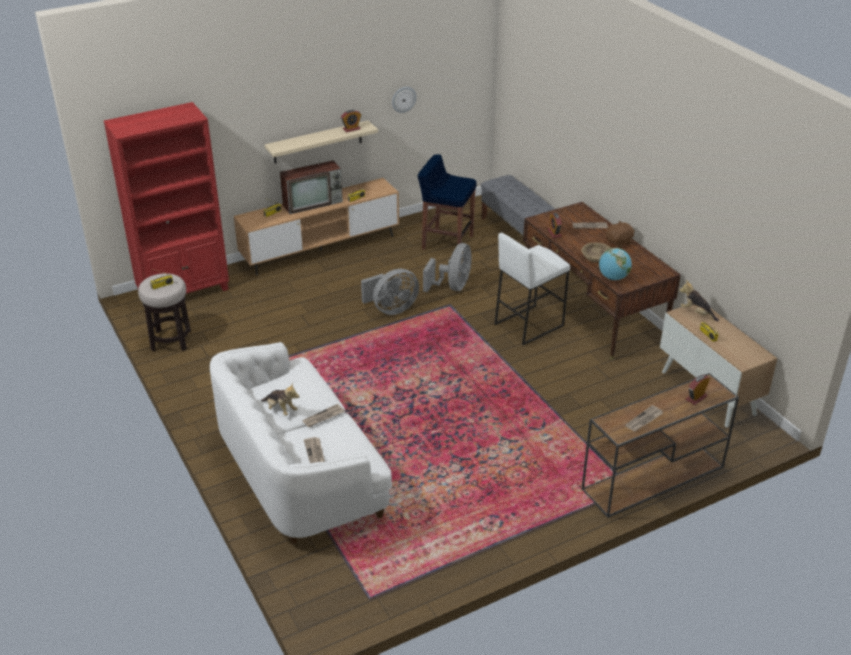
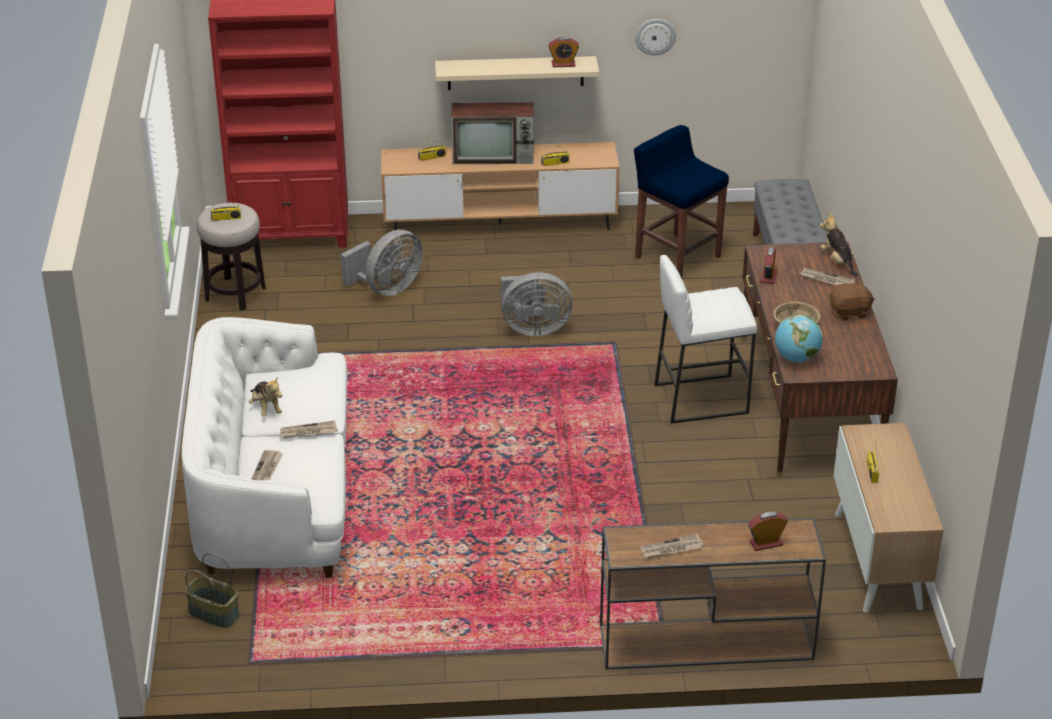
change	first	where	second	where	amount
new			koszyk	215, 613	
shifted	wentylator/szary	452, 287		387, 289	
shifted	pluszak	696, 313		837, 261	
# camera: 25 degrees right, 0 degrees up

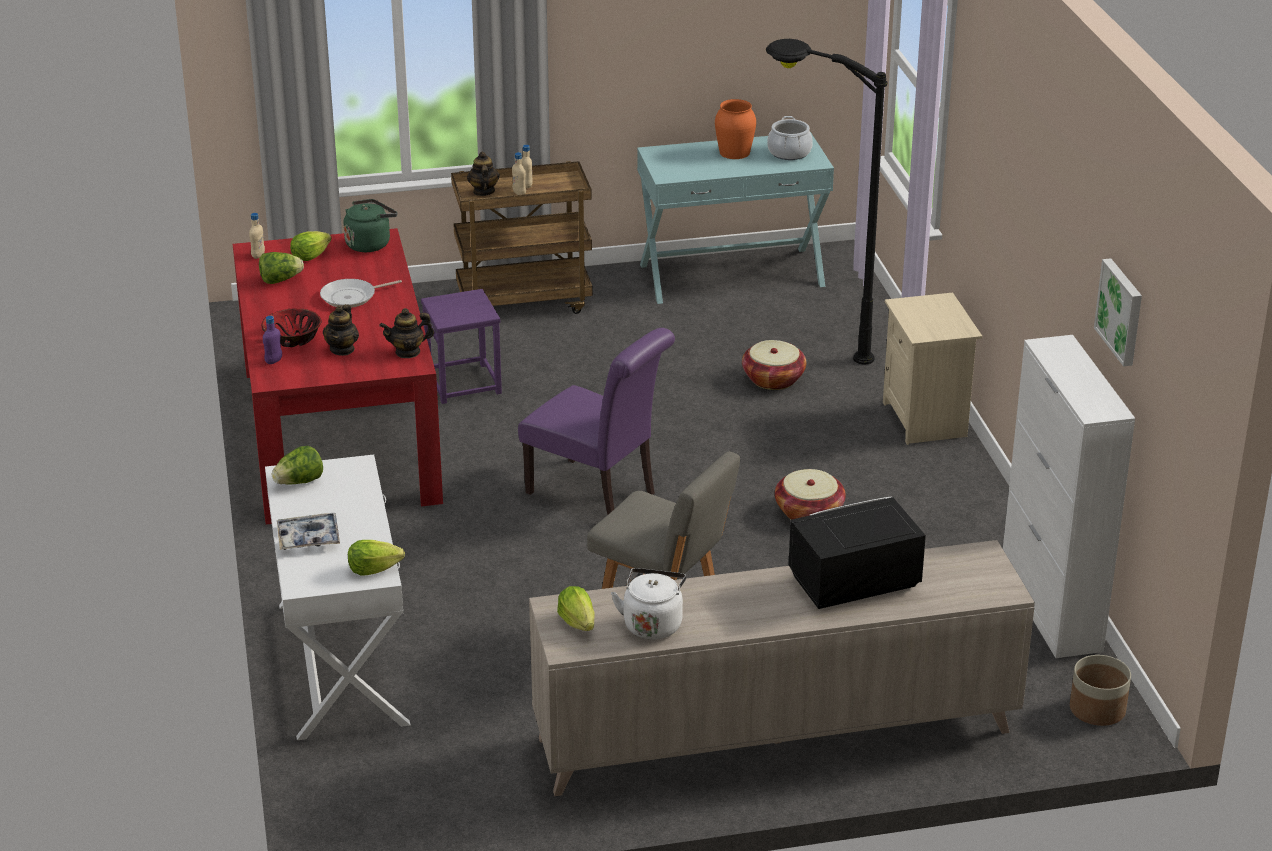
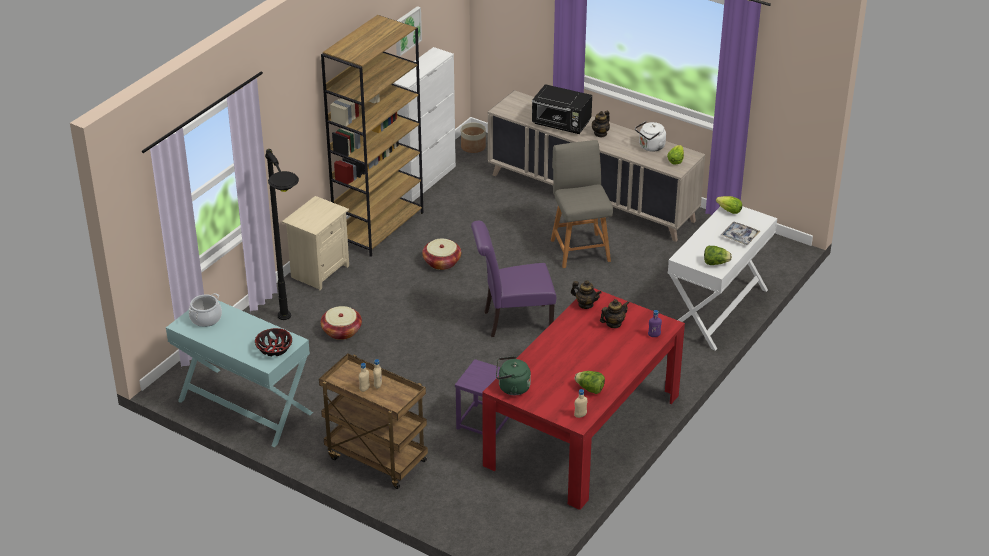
change	first	where	second	where	amount
shifted	miska	292, 338		274, 349	
new			regał/brązowy	379, 226	
rotated	krzesło/fioletowy	598, 495		513, 321	90 degrees counterclockwise
shifted	imbryk	483, 191		600, 133	
gone	sałata	310, 256			
gone	patelnia	351, 297			
gone	wazon/pomarańczowy	735, 152			
# camera: 135 degrees left, 5 degrees up

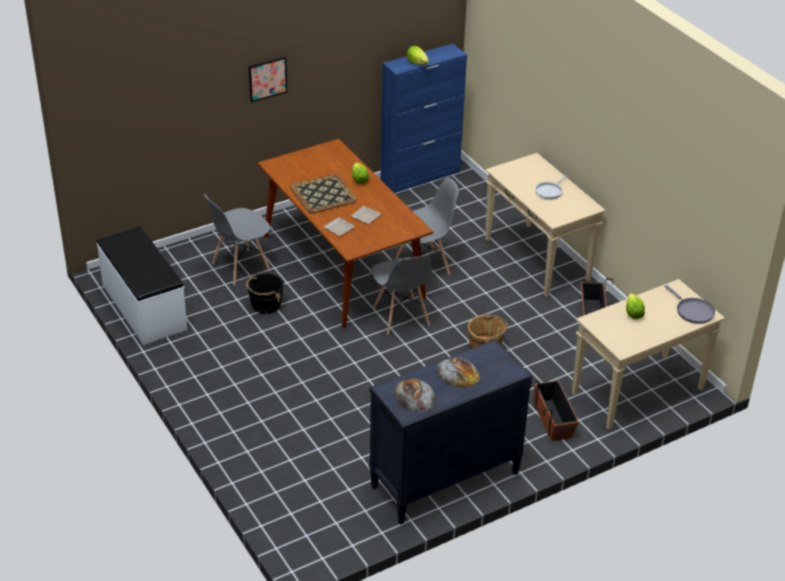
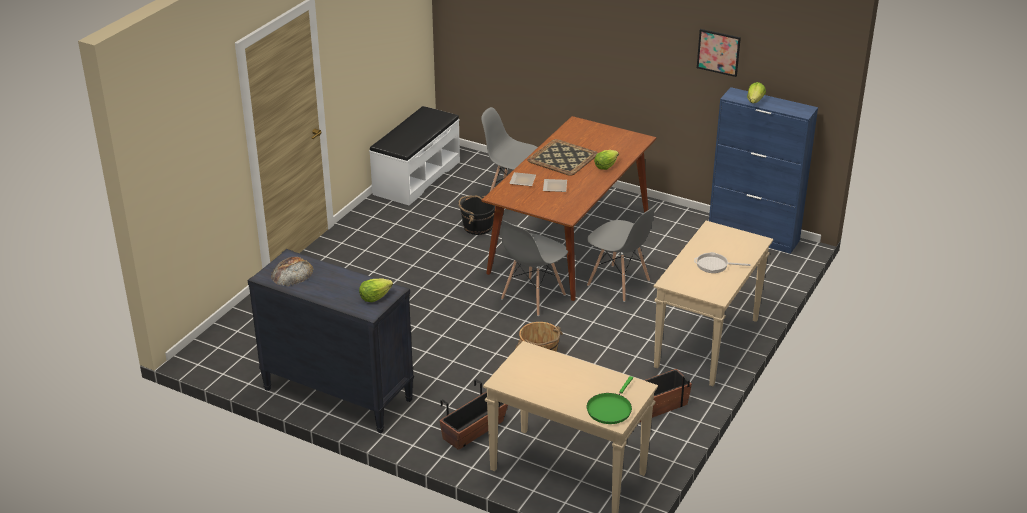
change	first	where	second	where	amount
shifted	sałata	633, 313		374, 297	
repainted	patelnia/szary	692, 311	patelnia/zielony	610, 409	
shifted	obraz	267, 79		718, 52	
gone	chleb	457, 373			
# camera: 60 degrees right, 5 degrees down

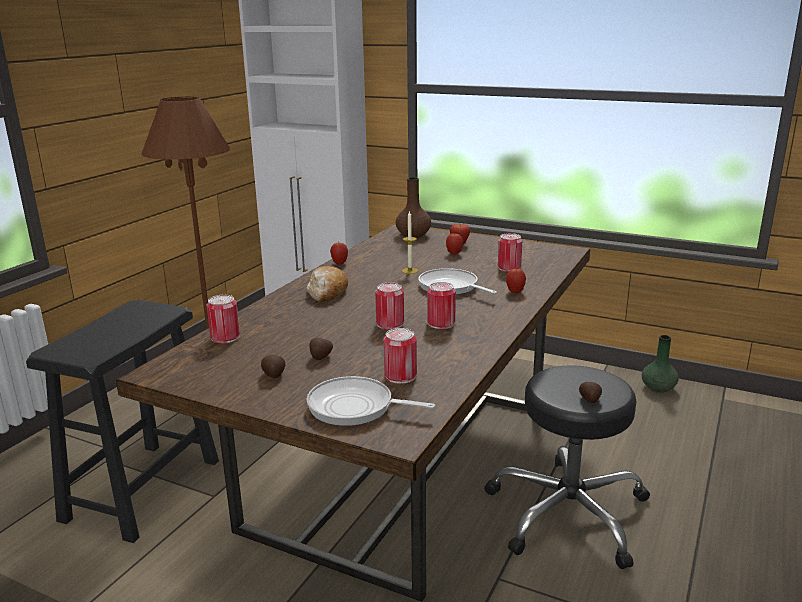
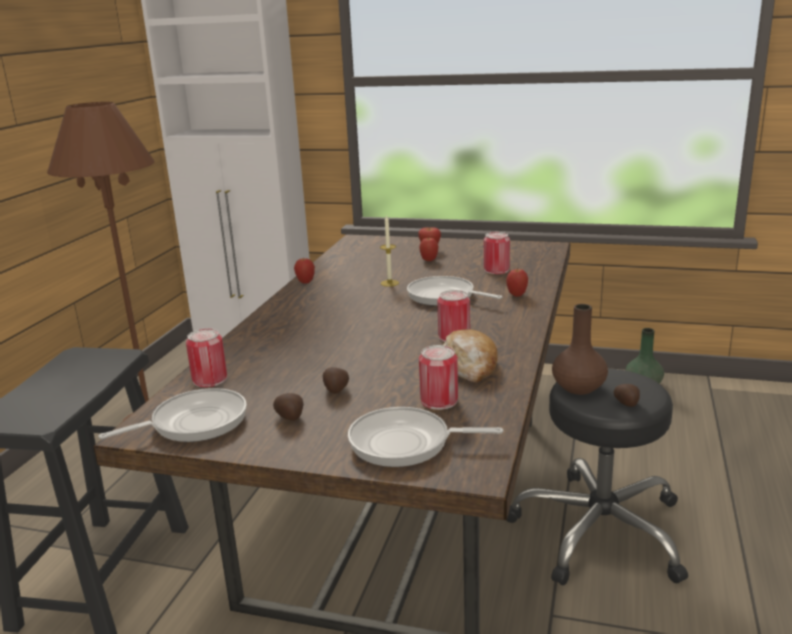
change	first	where	second	where	amount
new			patelnia	194, 423	
shifted	chleb	327, 292		470, 365	
shifted	wazon/brązowy	413, 235		578, 387	
gone	puszka	390, 324			
# camera: 10 degrees left, 0 degrees up

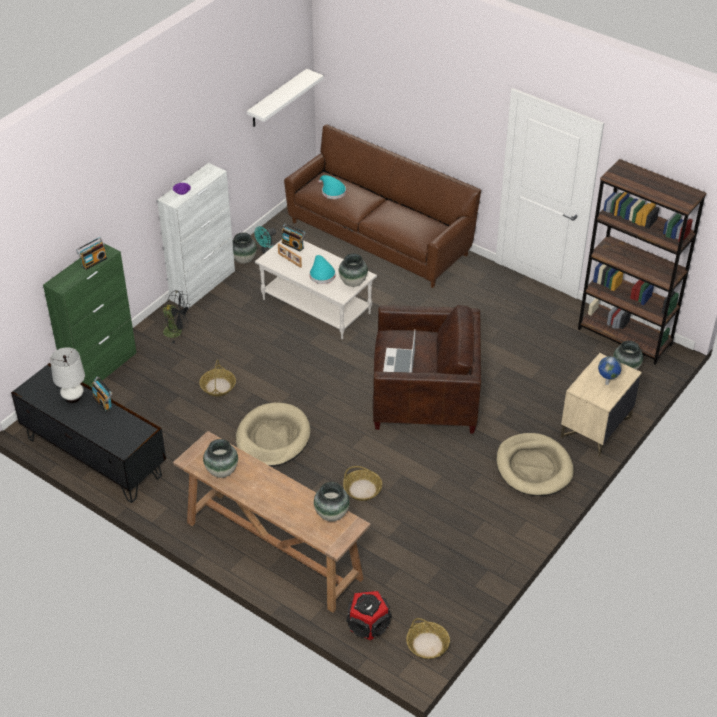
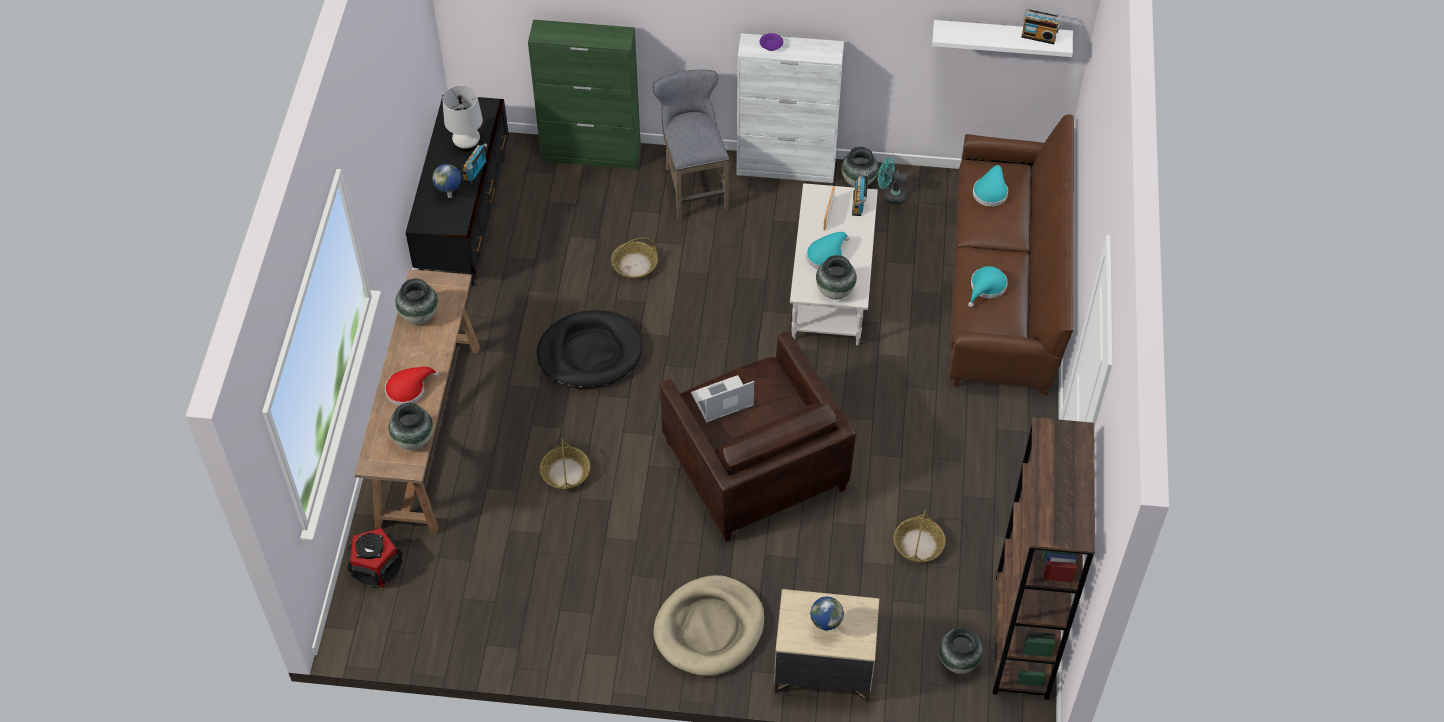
change	first	where	second	where	amount
new			kapelusz/czerwony	408, 389	
new			globus	450, 196	
repainted	legowisko/beżowy	273, 438	legowisko/czarny	590, 353	
swapped	wentylator/czarny	177, 332	stołek/szary	693, 185	
shifted	koszyk	427, 644		918, 544	
new			kapelusz/turkusowy	986, 288	
shifted	radio	93, 261		1038, 36	
# camera: 60 degrees right, 10 degrees up

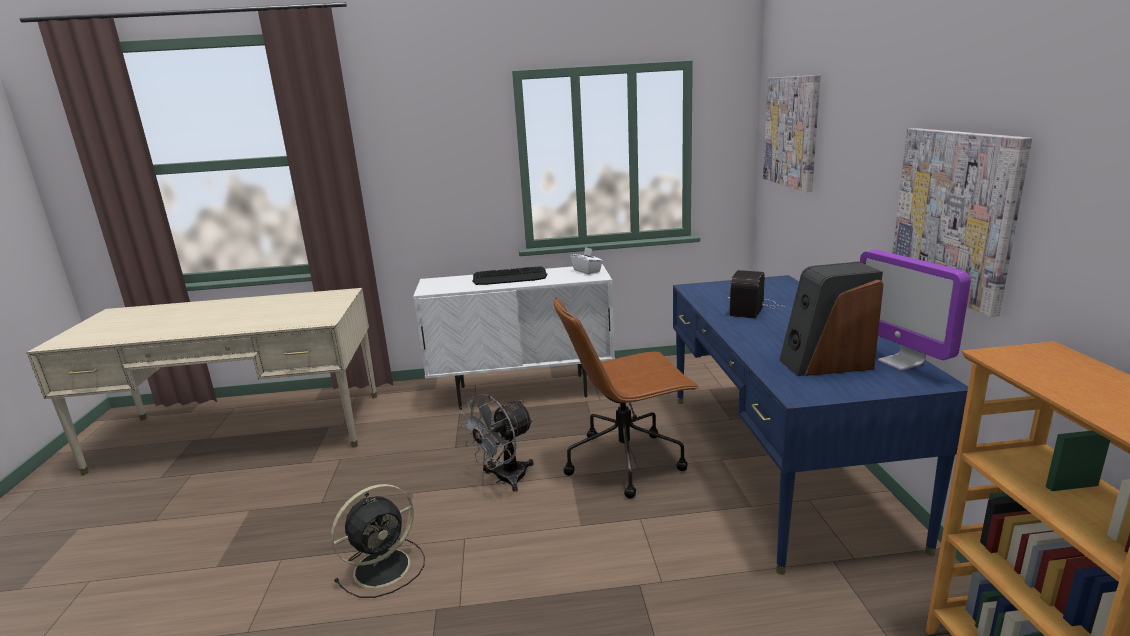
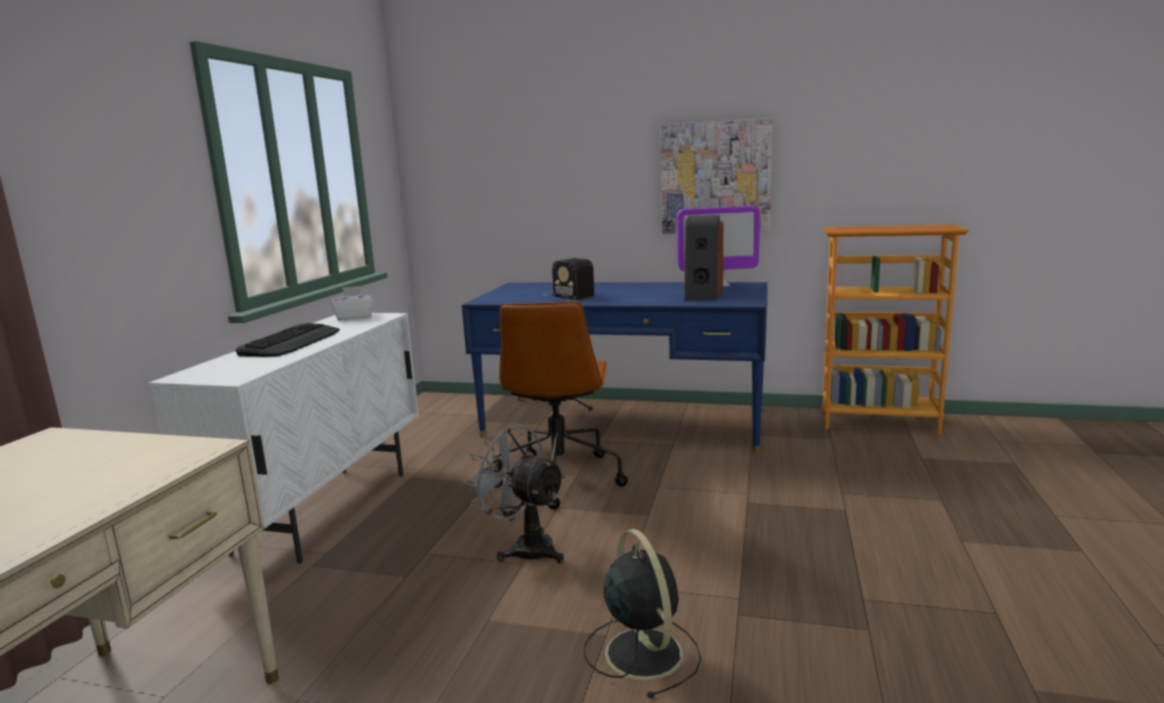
change	first	where	second	where	amount
rotated	wentylator/szary	504, 479		524, 547	150 degrees clockwise
gone	obraz	792, 131			
# camera: 70 degrees left, 5 degrees down

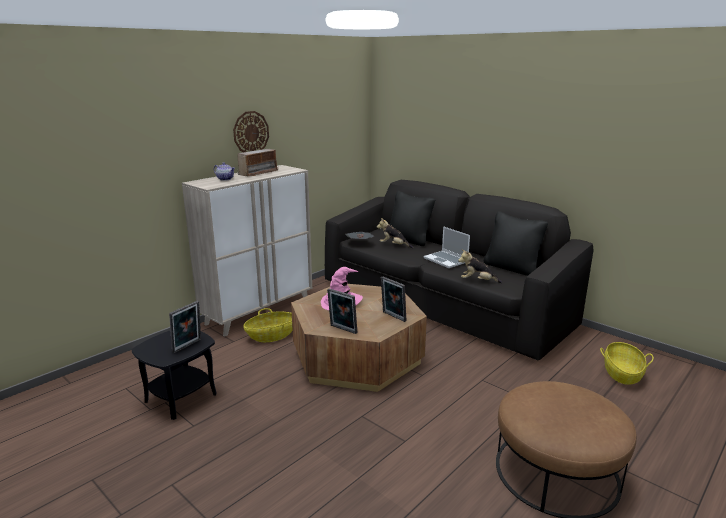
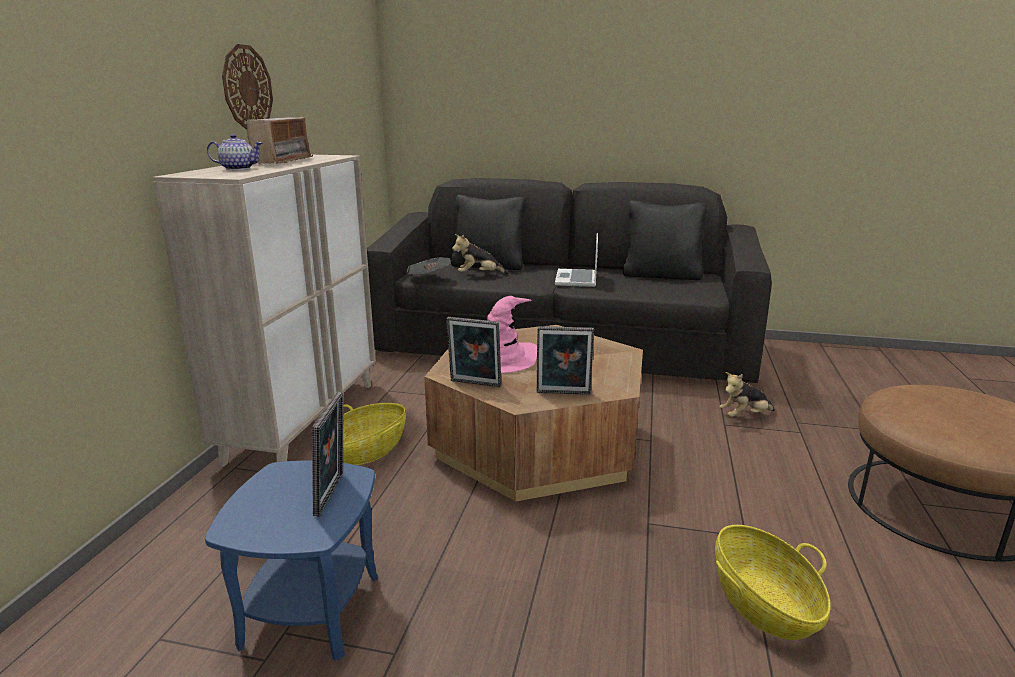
change	first	where	second	where	amount
repainted	stolik/czarny	181, 398	stolik/niebieski	311, 610	
shifted	ramka na zdjęcie	393, 317		474, 384	
rotated	laptop	446, 260		577, 279	75 degrees clockwise
shifted	koszyk	622, 373		763, 604	
shifted	pluszak	477, 281		744, 416	
# camera: 30 degrees left, 0 degrees up

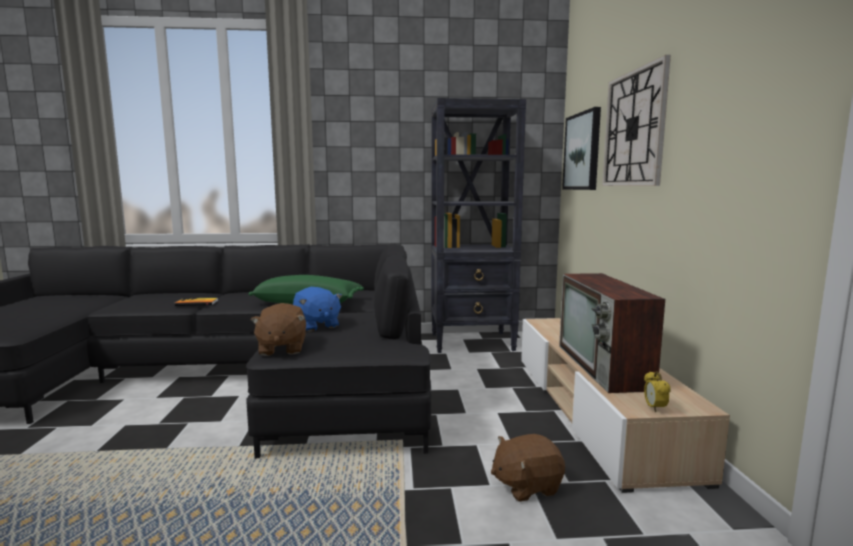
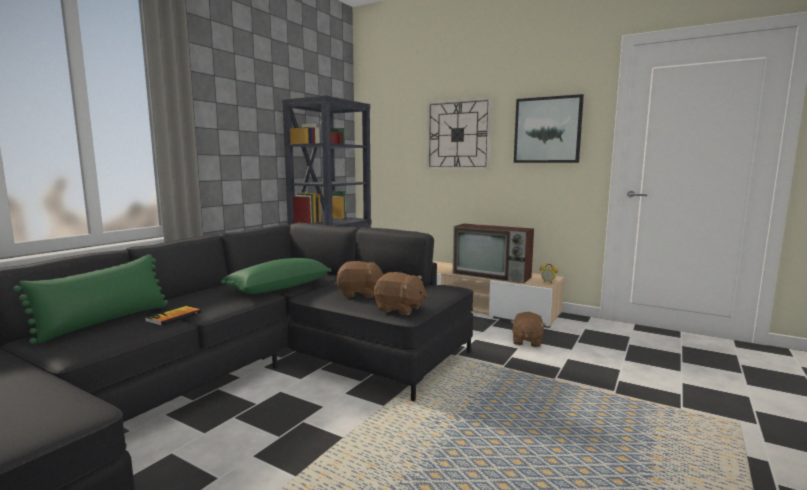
change	first	where	second	where	amount
new			poduszka/zielony	105, 321	
repainted	pluszak/niebieski	316, 325	pluszak/brązowy	360, 294	
shifted	obraz	582, 151		547, 130	
# camera: 55 degrees left, 0 degrees up

